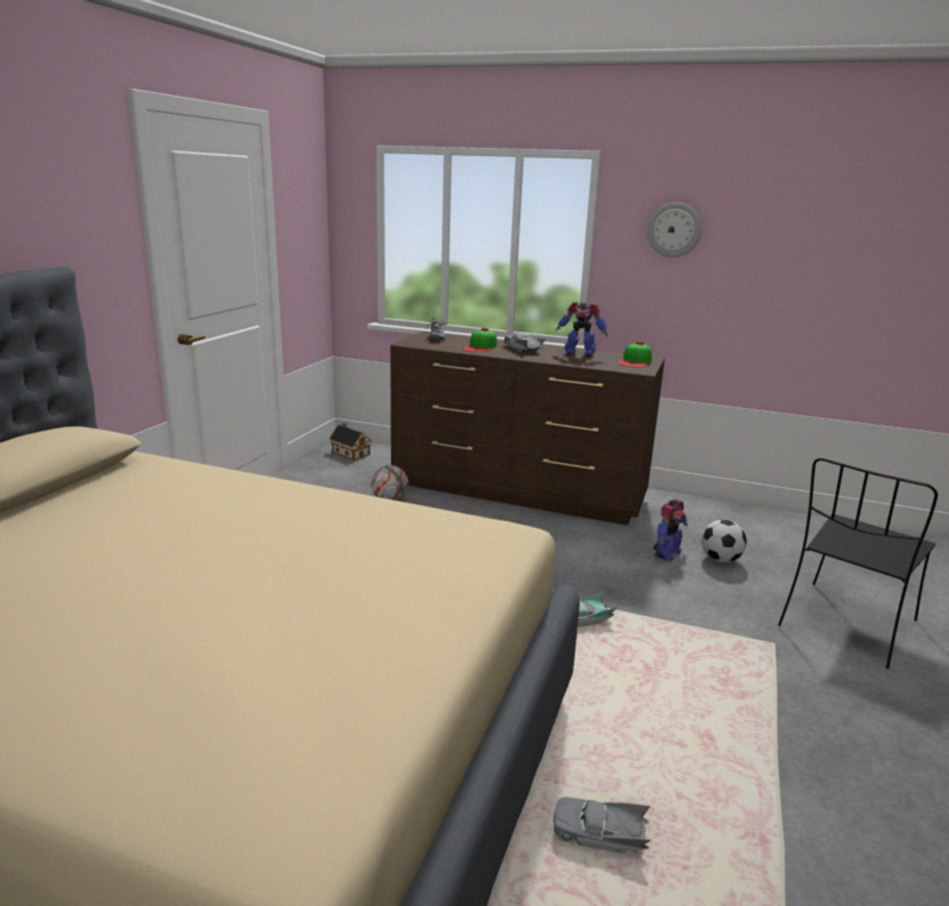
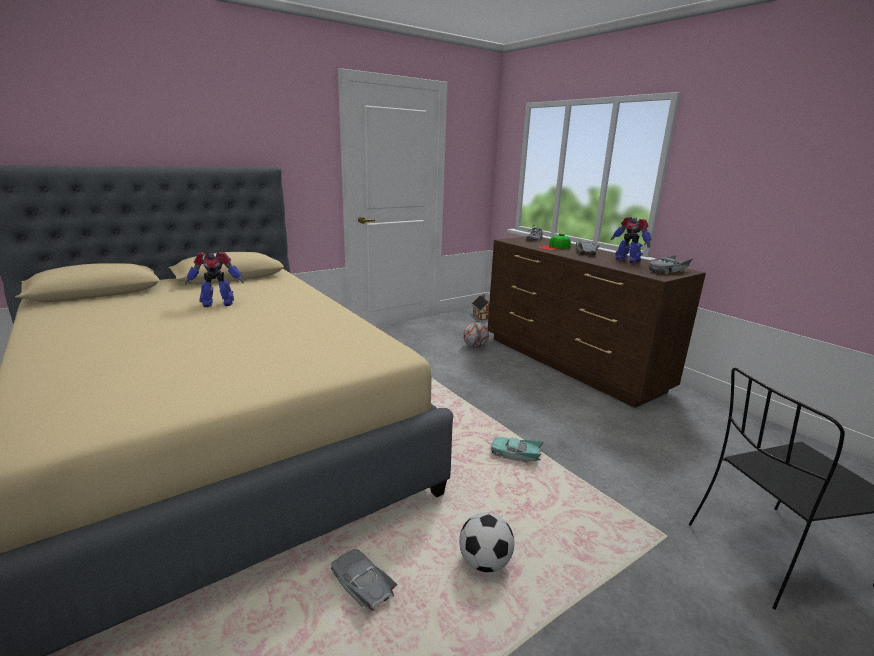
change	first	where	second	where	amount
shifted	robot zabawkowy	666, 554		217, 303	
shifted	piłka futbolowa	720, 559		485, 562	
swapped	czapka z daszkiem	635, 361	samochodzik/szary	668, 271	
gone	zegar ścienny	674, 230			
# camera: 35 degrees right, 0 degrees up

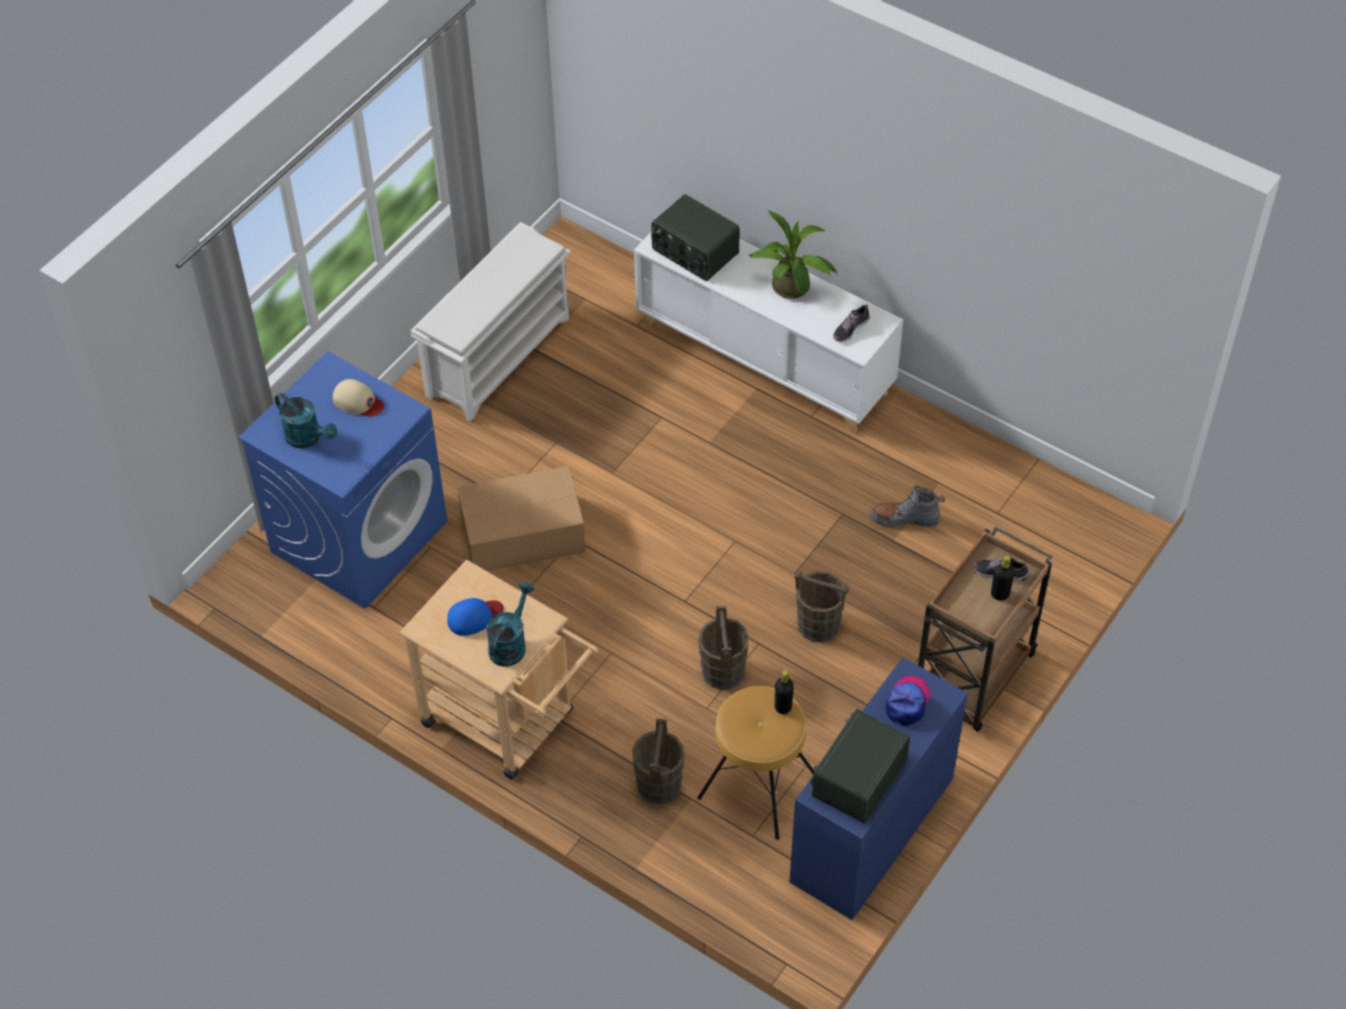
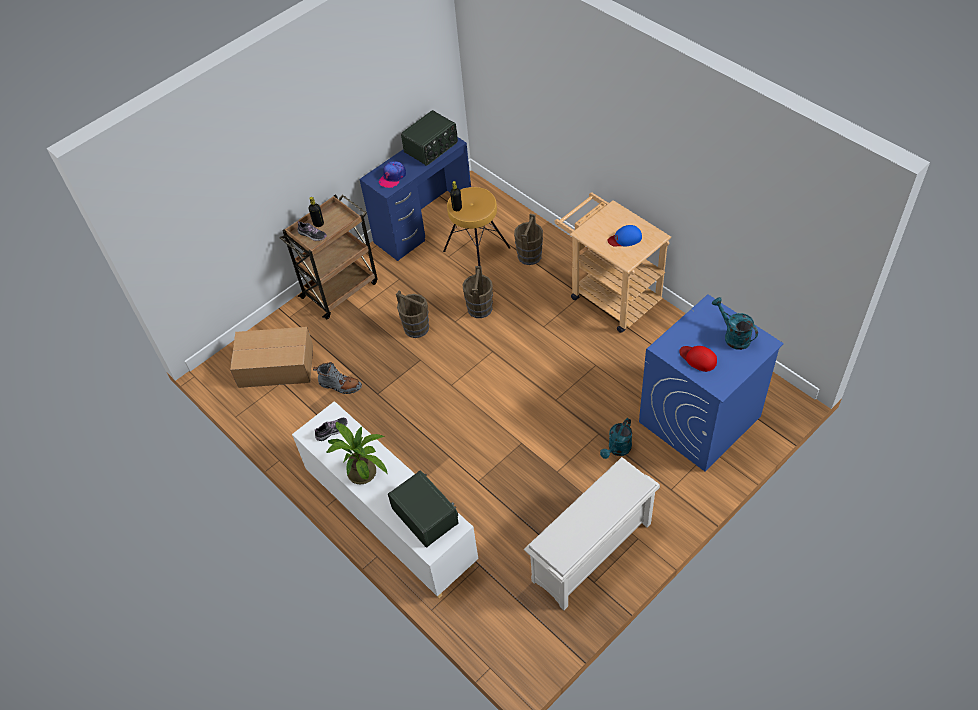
change	first	where	second	where	amount
shifted	karton	525, 534		275, 365	
shifted	konewka/turkusowy	510, 643		617, 449	
repainted	czapka z daszkiem/beżowy	358, 401	czapka z daszkiem/czerwony	698, 358	
# camera: 165 degrees left, 0 degrees up

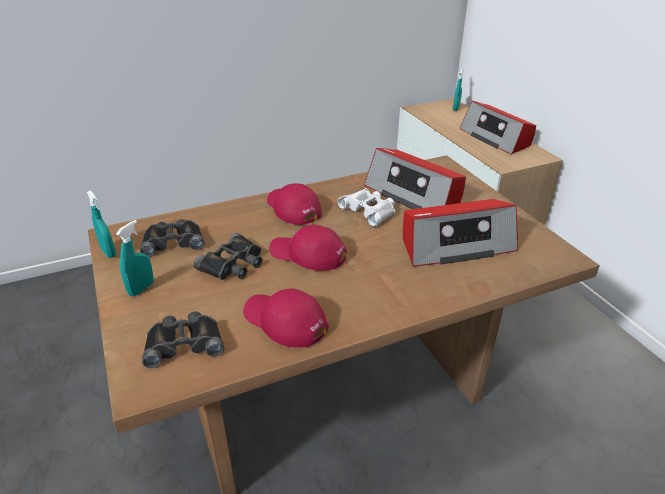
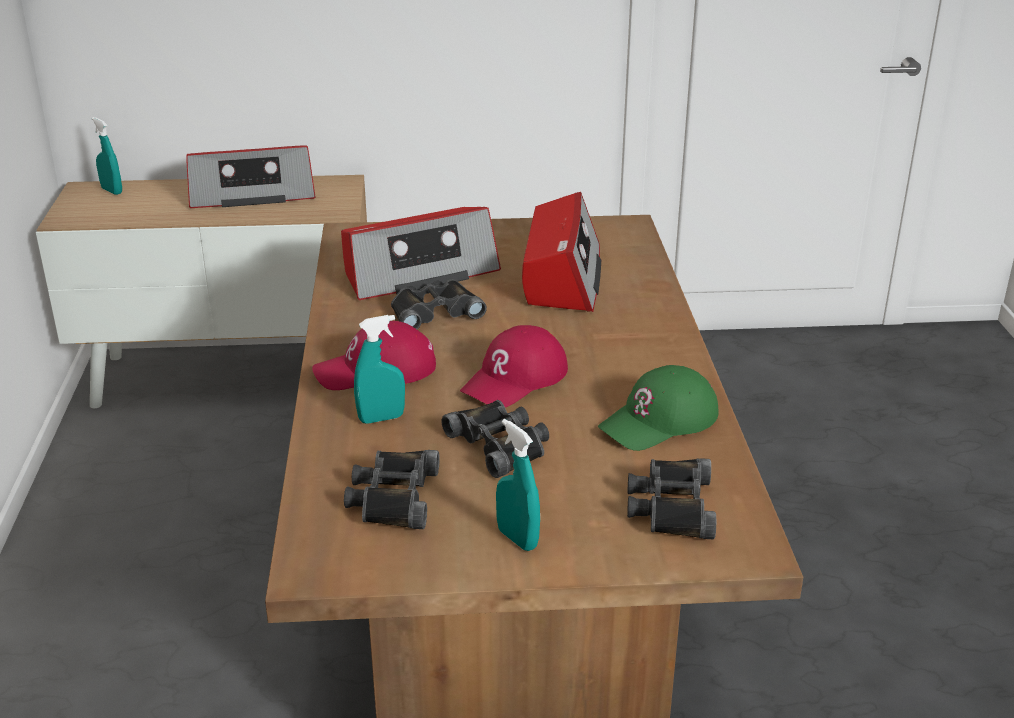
change	first	where	second	where	amount
shifted	spryskiwacz/turkusowy	108, 252		381, 418	
repainted	lornetka/biały	369, 210	lornetka/czarny	434, 312	
repainted	czapka z daszkiem/czerwony	284, 321	czapka z daszkiem/zielony	659, 421	
# camera: 70 degrees left, 5 degrees down

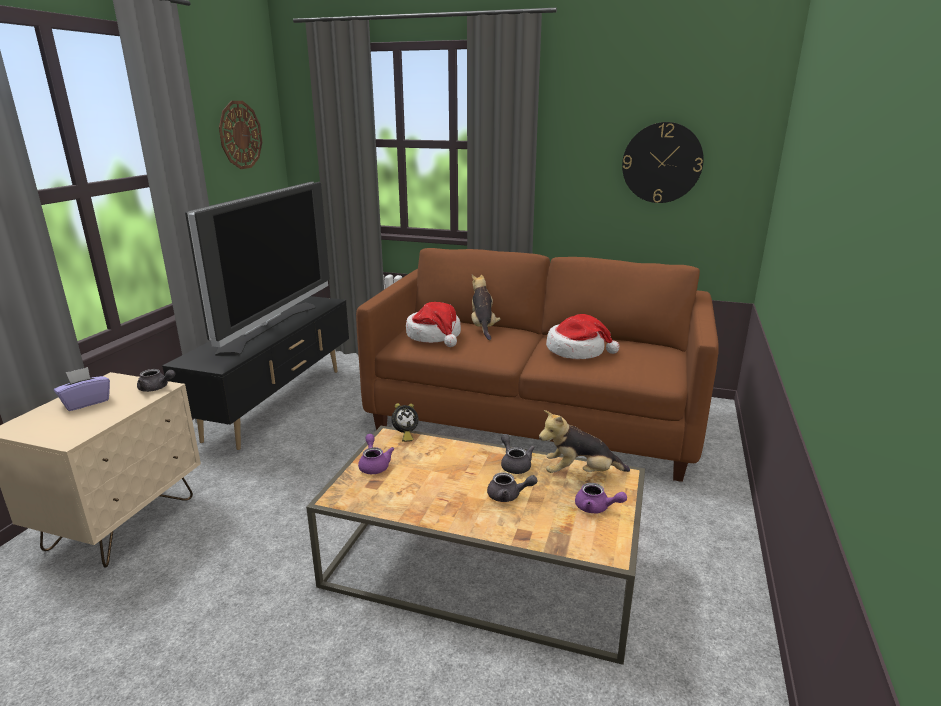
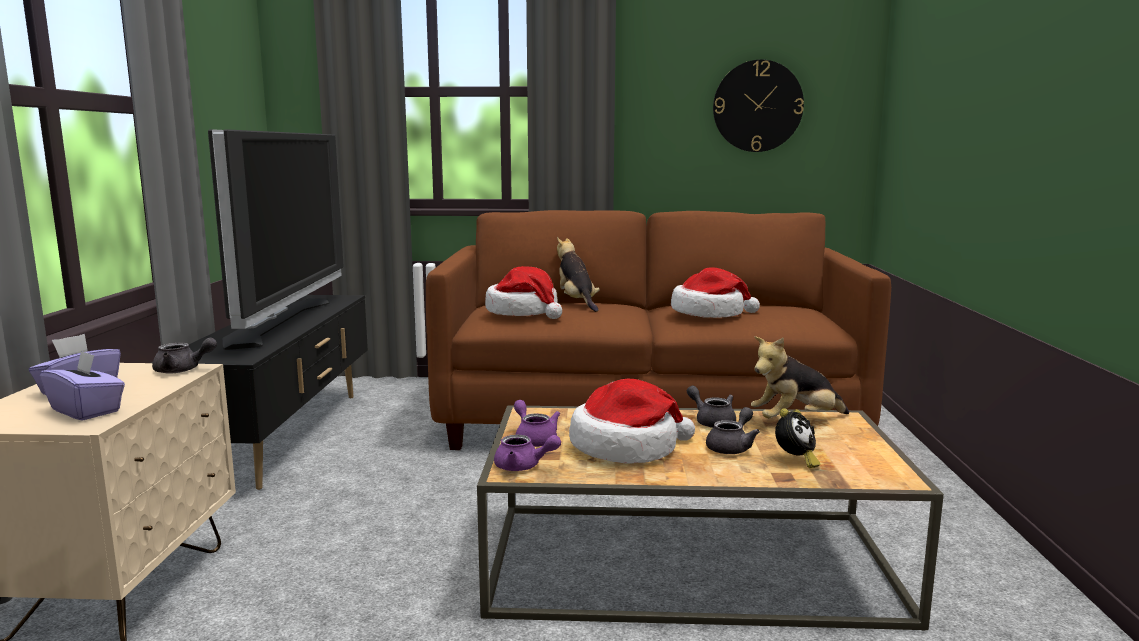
change	first	where	second	where	amount
new			pudełko chusteczek/fioletowy	87, 410	
shifted	imbryk/fioletowy	596, 508		523, 467	
new			kapelusz	626, 447	
rotated	imbryk/szary	508, 496		732, 447	45 degrees counterclockwise
shifted	budzik	405, 435		795, 461	
gone	zegar ścienny	240, 135			
# camera: 15 degrees left, 10 degrees down

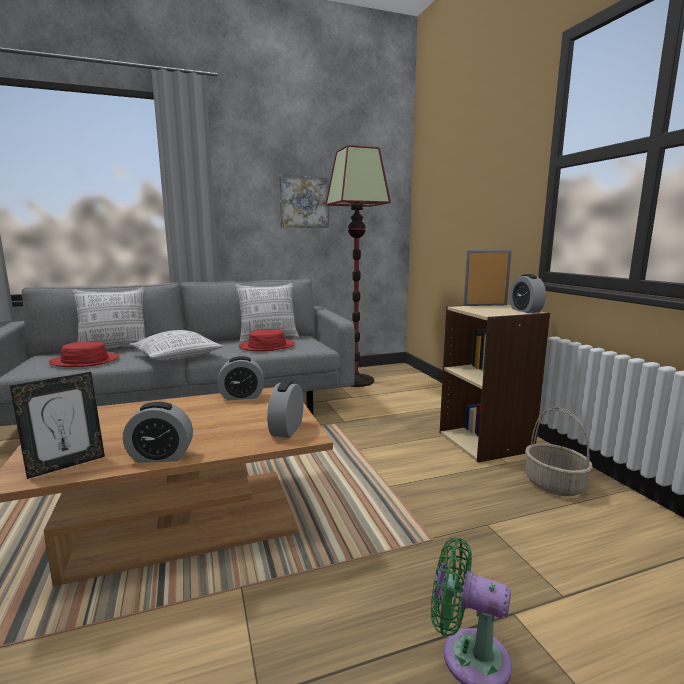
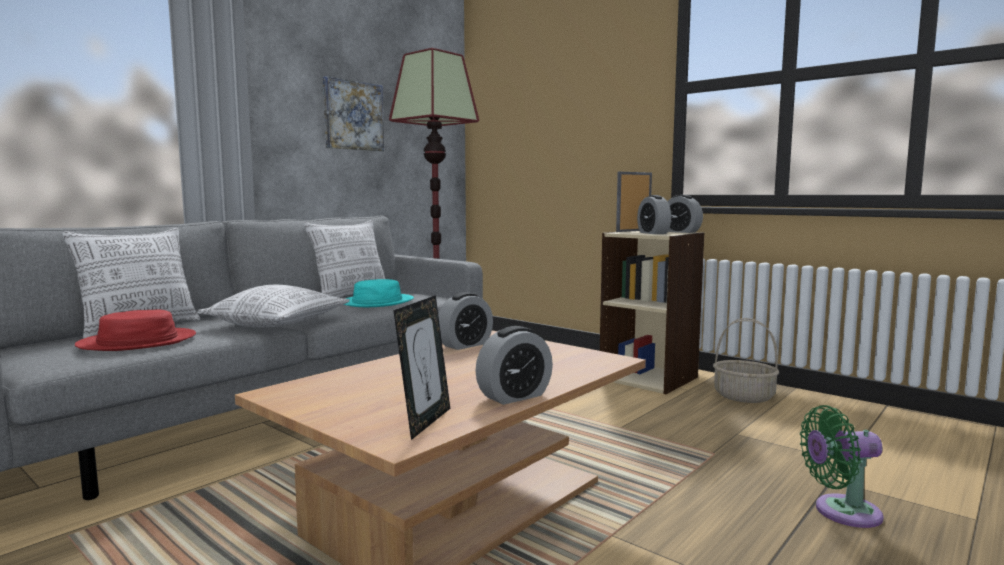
change	first	where	second	where	amount
repainted	kapelusz/czerwony	267, 346	kapelusz/turkusowy	377, 302	
shifted	budzik	287, 430		653, 233	
# camera: 30 degrees left, 5 degrees down

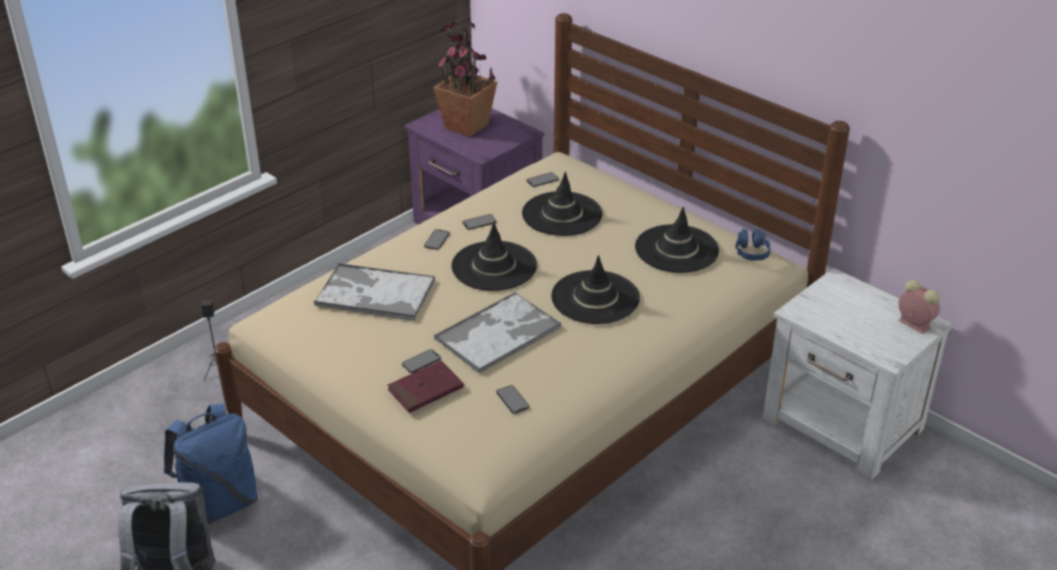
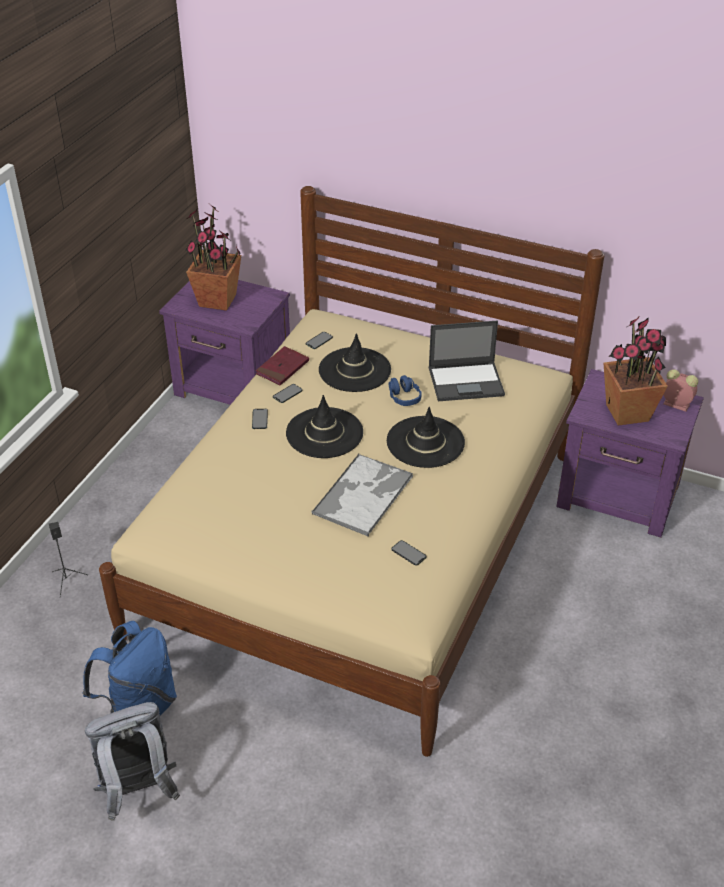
change	first	where	second	where	amount
shifted	książka/czerwony	425, 389		282, 368	
shifted	słuchawki/niebieski	751, 252		404, 397	
swapped	kapelusz/czarny	676, 249	laptop	467, 381	
repainted	szafka nocna/biały	843, 426	szafka nocna/fioletowy	619, 496	
new			roślina doniczkowa	628, 412	
gone	taca	374, 293			
gone	telefon	421, 361			
# camera: 20 degrees left, 5 degrees up

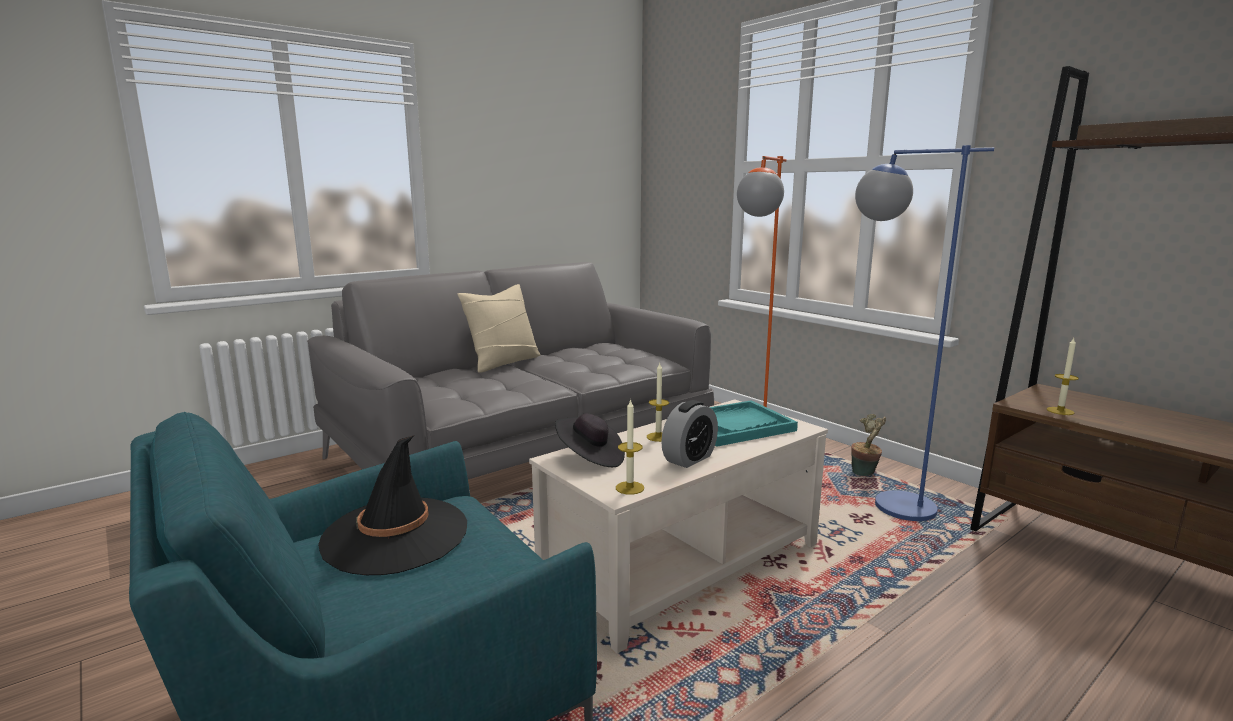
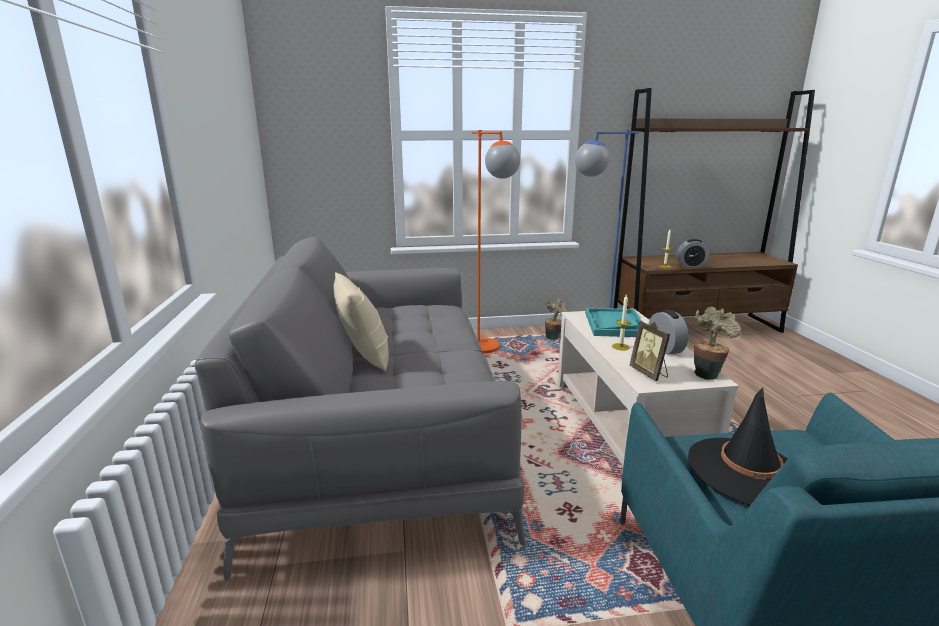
change	first	where	second	where	amount
swapped	kapelusz/czarny	590, 458	ramka na zdjęcie	649, 373	
new			budzik	691, 265	
swapped	świeca	630, 488	roślina doniczkowa	707, 374	
# camera: 60 degrees left, 5 degrees up

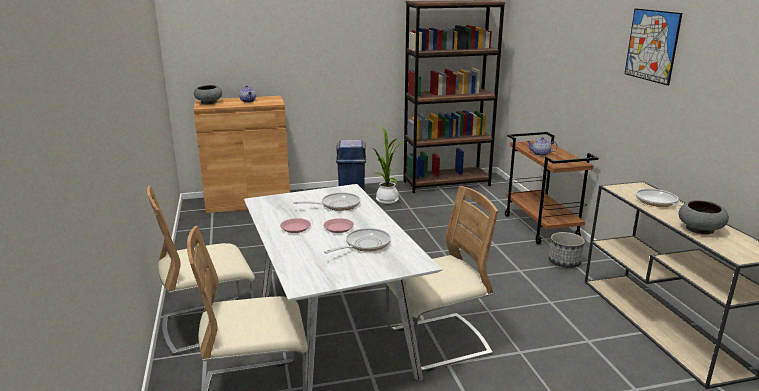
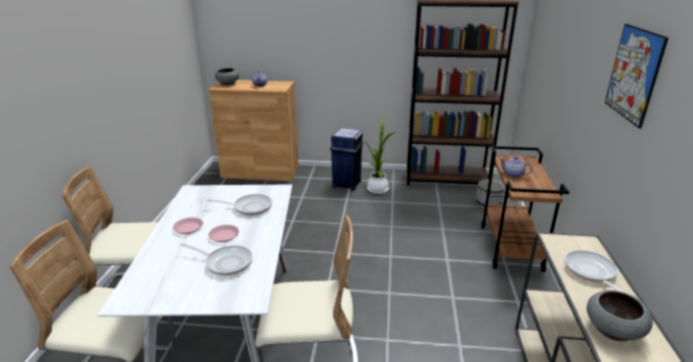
change	first	where	second	where	amount
rotated	patelnia	364, 245		225, 262	45 degrees clockwise
shifted	donica	564, 262		488, 203	
# camera: 20 degrees right, 5 degrees up

